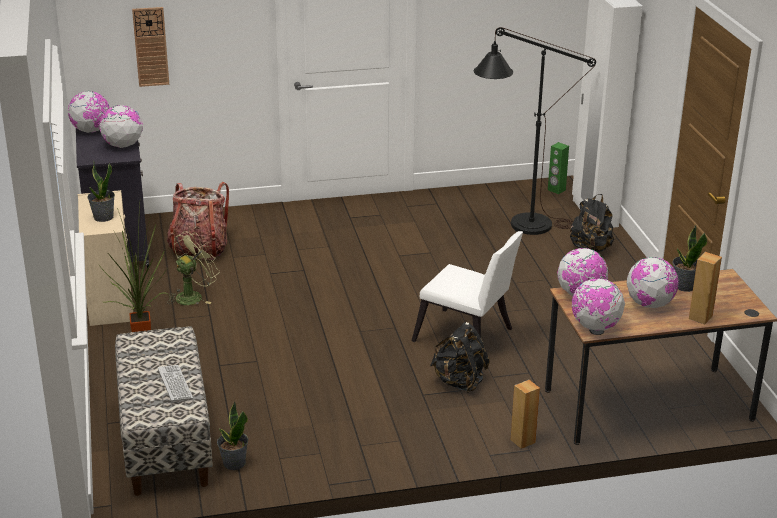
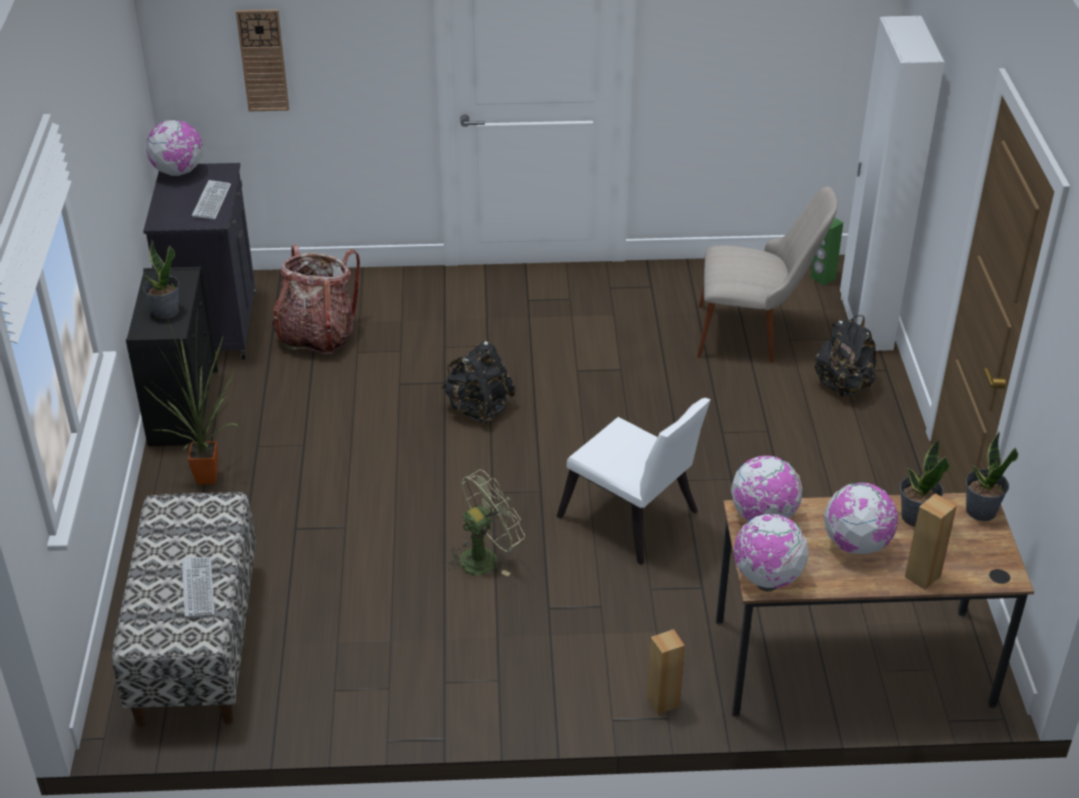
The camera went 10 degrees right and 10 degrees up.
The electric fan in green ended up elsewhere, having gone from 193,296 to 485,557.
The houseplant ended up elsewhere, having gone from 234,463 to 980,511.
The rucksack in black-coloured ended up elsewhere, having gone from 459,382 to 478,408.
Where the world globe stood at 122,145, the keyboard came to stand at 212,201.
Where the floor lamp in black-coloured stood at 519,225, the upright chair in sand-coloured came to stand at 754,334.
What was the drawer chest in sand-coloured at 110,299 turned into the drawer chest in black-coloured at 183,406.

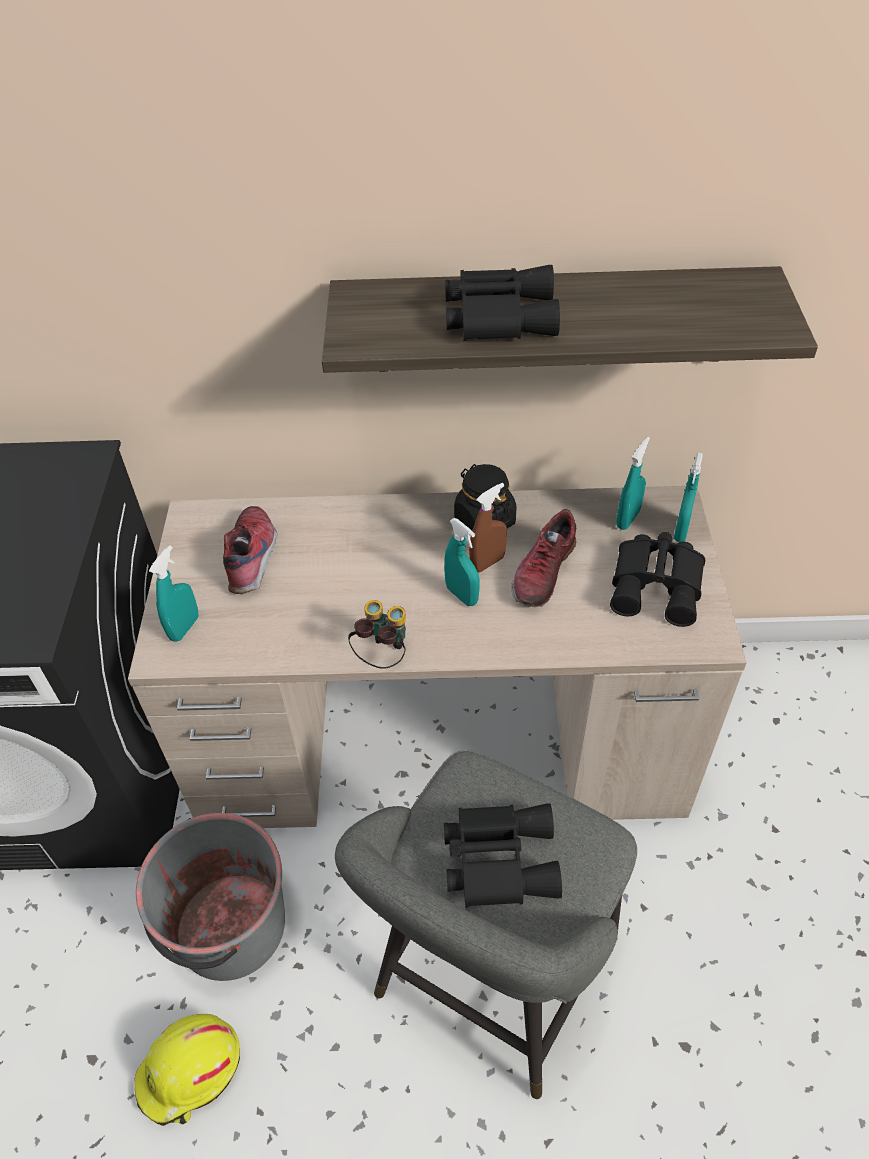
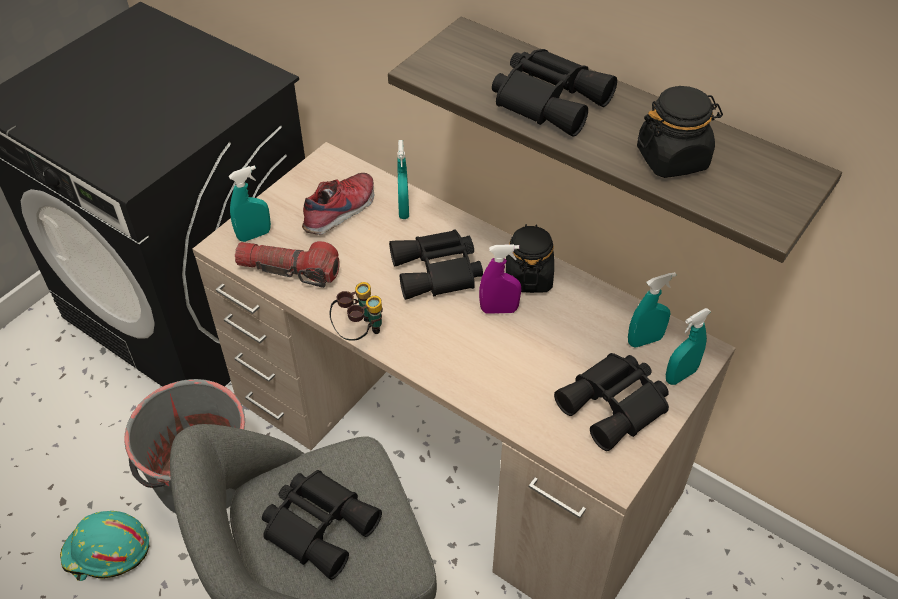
The camera went 35 degrees right and 0 degrees up.
The second view lost the shoe at 542,571.
The second view gained the flashlight at 289,270.
The second view gained the binoculars in black-coloured at 438,272.
The second view gained the jar in black-coloured at 672,158.
The spray bottle in blue-green ended up elsewhere, having gone from 462,595 to 403,209.
What was the safety helmet in yellowish at 190,1072 turned into the safety helmet in blue-green at 107,552.
What was the spray bottle in brown at 487,563 turned into the spray bottle in purple-coloured at 499,310.

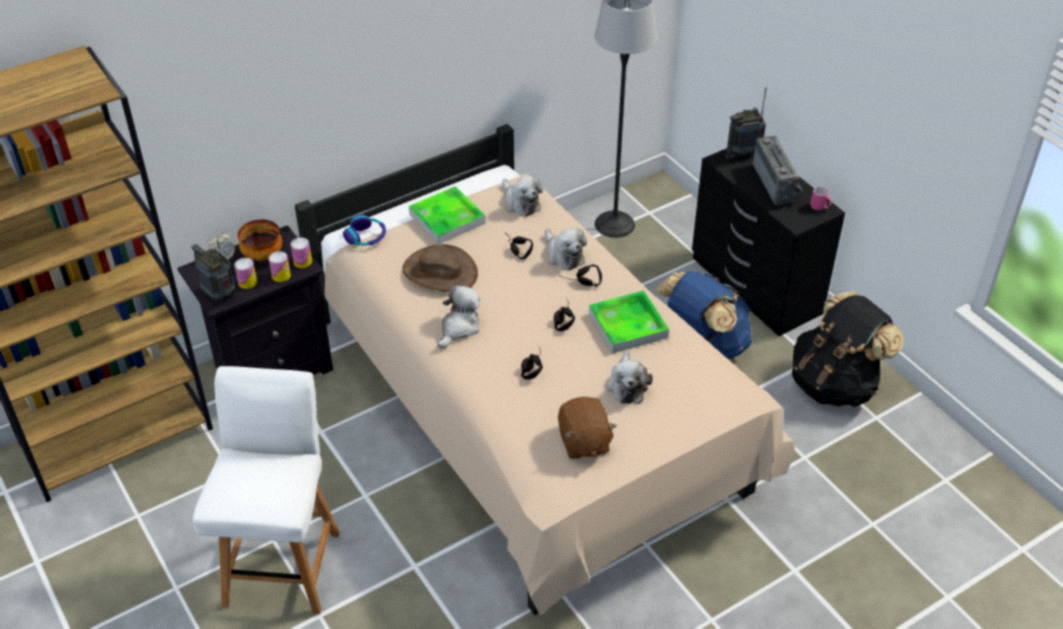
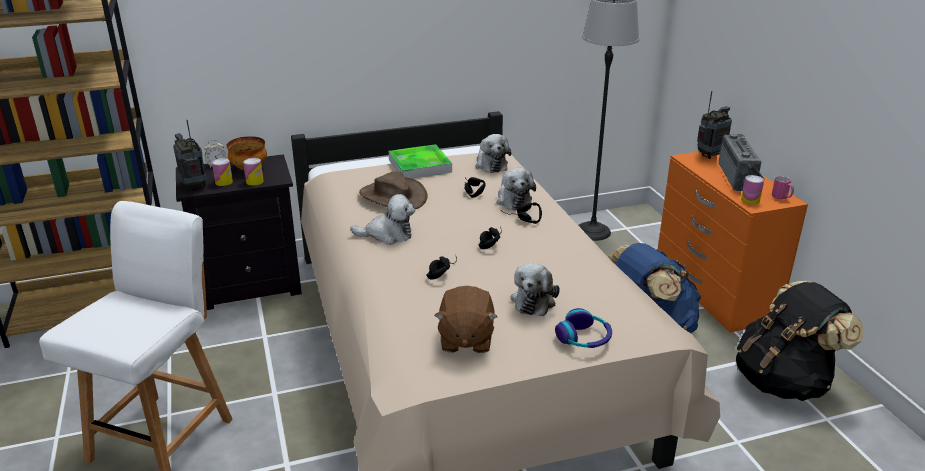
The camera went 15 degrees right and 15 degrees down.
The second view lost the carrying tray at 628,325.
The sealed can ended up elsewhere, having gone from 302,262 to 750,200.
The headset ended up elsewhere, having gone from 366,237 to 584,338.
What was the drawer chest in black-coloured at 755,287 turned into the drawer chest in orangey at 713,291.
The soft toy at 459,328 ended up facing another way, 45 degrees clockwise from before.
The radio receiver at 742,153 ended up facing another way, 150 degrees clockwise from before.

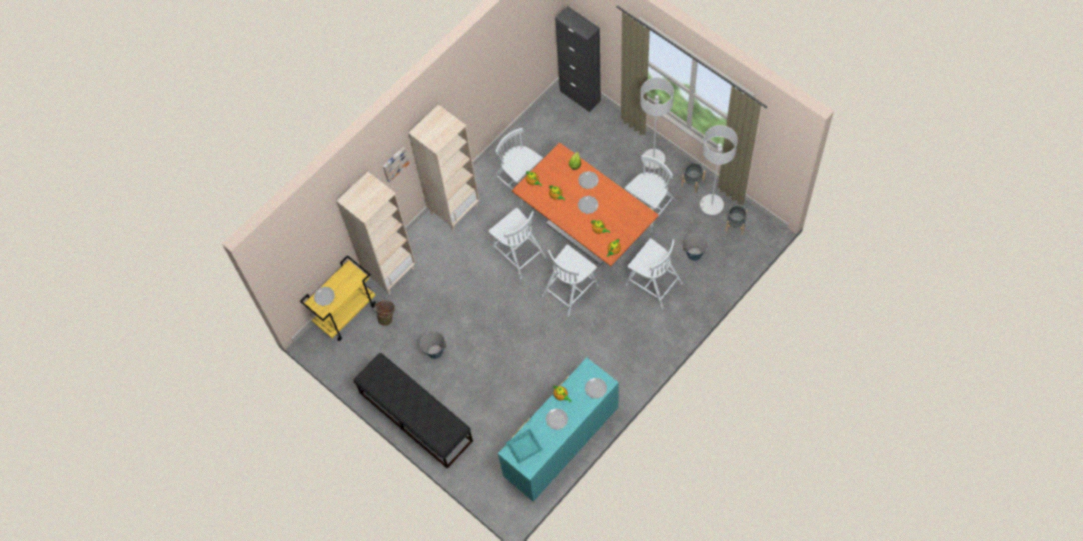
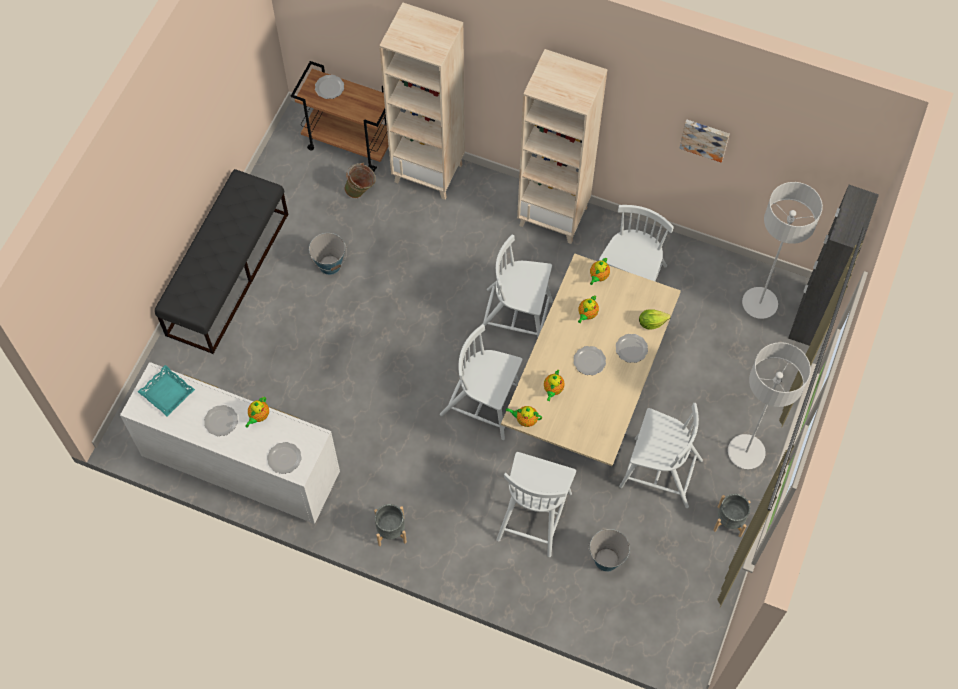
The camera went 65 degrees right and 0 degrees up.
The wall picture ended up elsewhere, having gone from 394,163 to 705,139.
The floor lamp in grey ended up elsewhere, having gone from 711,205 to 759,303.
The planter in grey ended up elsewhere, having gone from 735,225 to 391,531.
What was the cart in yellowish at 346,313 turned into the cart in brown at 351,143.
What was the drawer chest in blue-green at 560,443 turned into the drawer chest in whitish at 241,465.
What was the dining table in orangey at 585,231 turned into the dining table in sand-coloured at 586,395.
The upright chair in whitish at 517,253 ended up facing another way, 75 degrees clockwise from before.

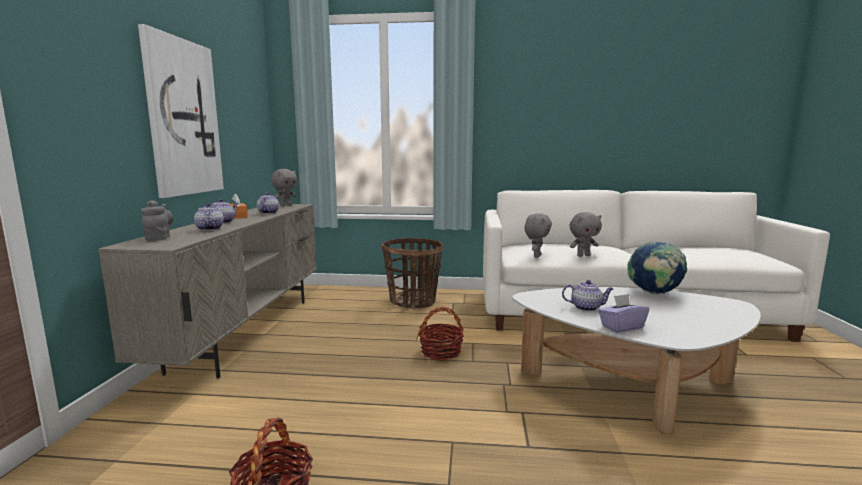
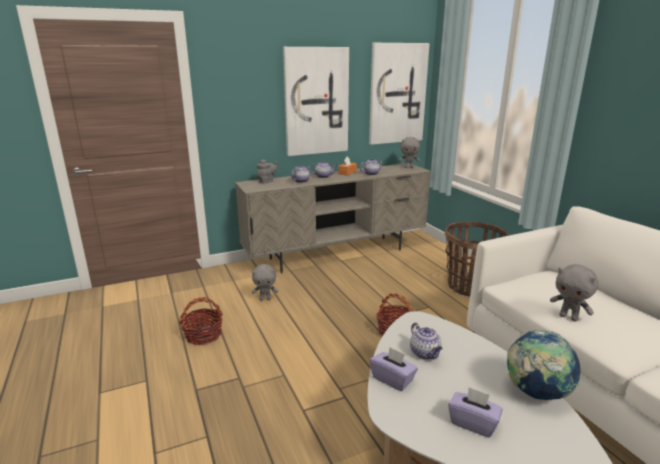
The camera went 60 degrees right and 10 degrees up.
The second view gained the wall picture at 397,94.
The second view gained the tissue holder in purple-coloured at 473,423.
The soft toy in grey ended up elsewhere, having gone from 536,256 to 265,299.

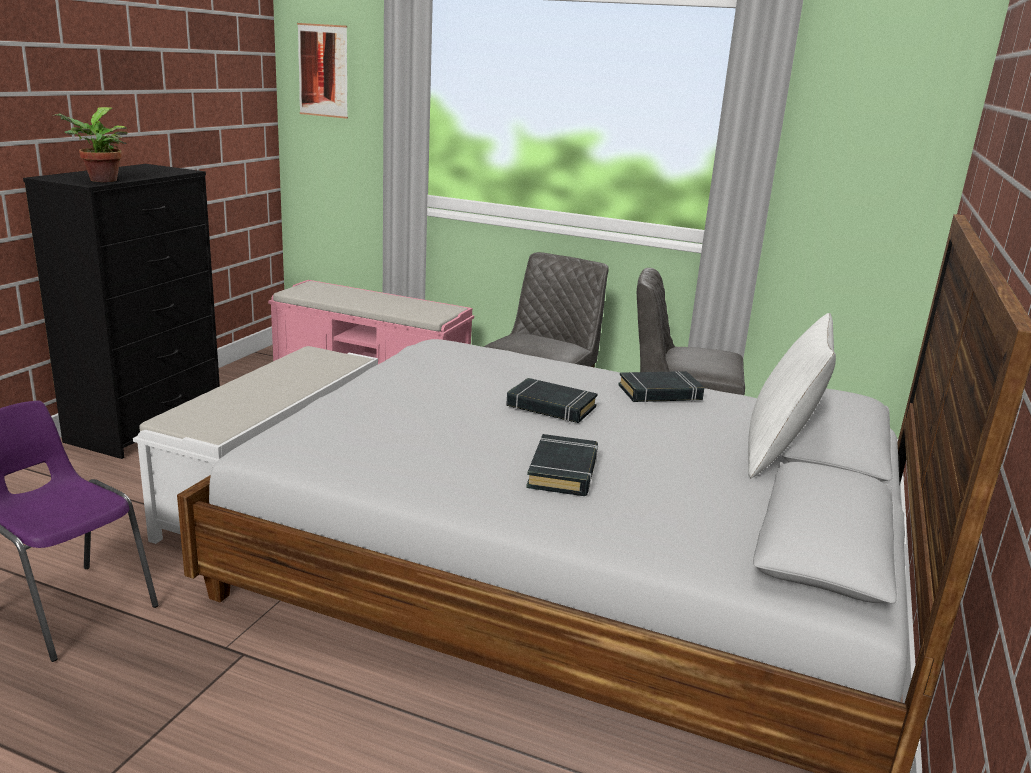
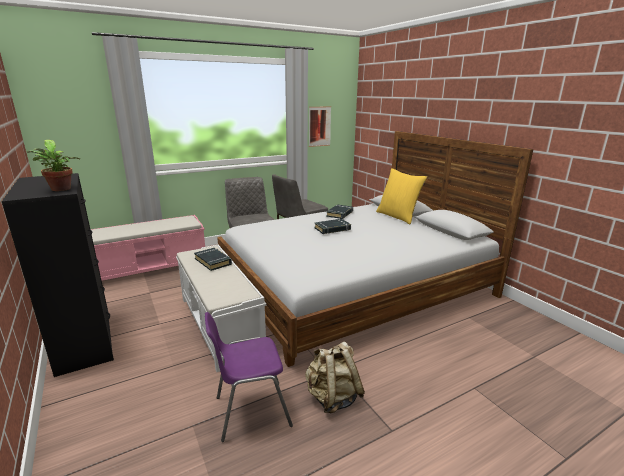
The camera went 50 degrees left and 0 degrees up.
The second view gained the rucksack in sand-coloured at 332,397.
The wall picture ended up elsewhere, having gone from 323,71 to 319,126.
The book in black-coloured ended up elsewhere, having gone from 563,472 to 213,261.
What was the throw pillow in whitish at 778,453 turned into the throw pillow in yellowish at 398,216.

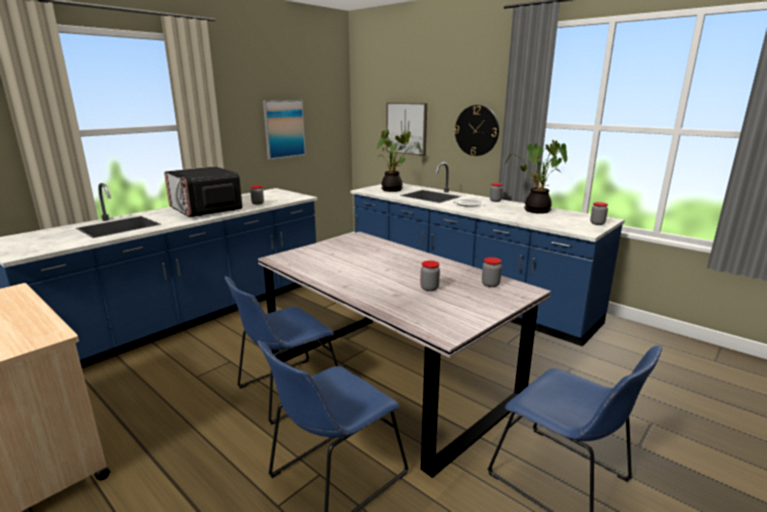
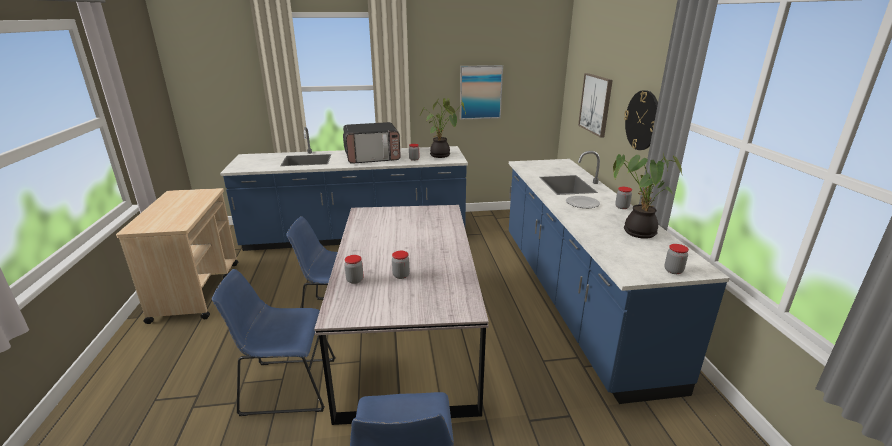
The camera went 40 degrees right and 5 degrees up.
The houseplant ended up elsewhere, having gone from 394,190 to 441,155.
The jar ended up elsewhere, having gone from 490,284 to 355,280.
The microwave oven at 206,209 ended up facing another way, 105 degrees counterclockwise from before.

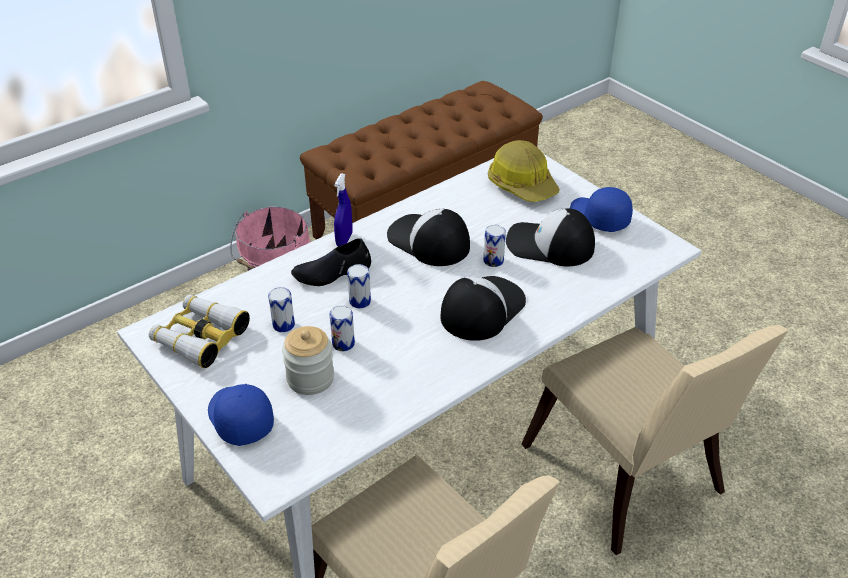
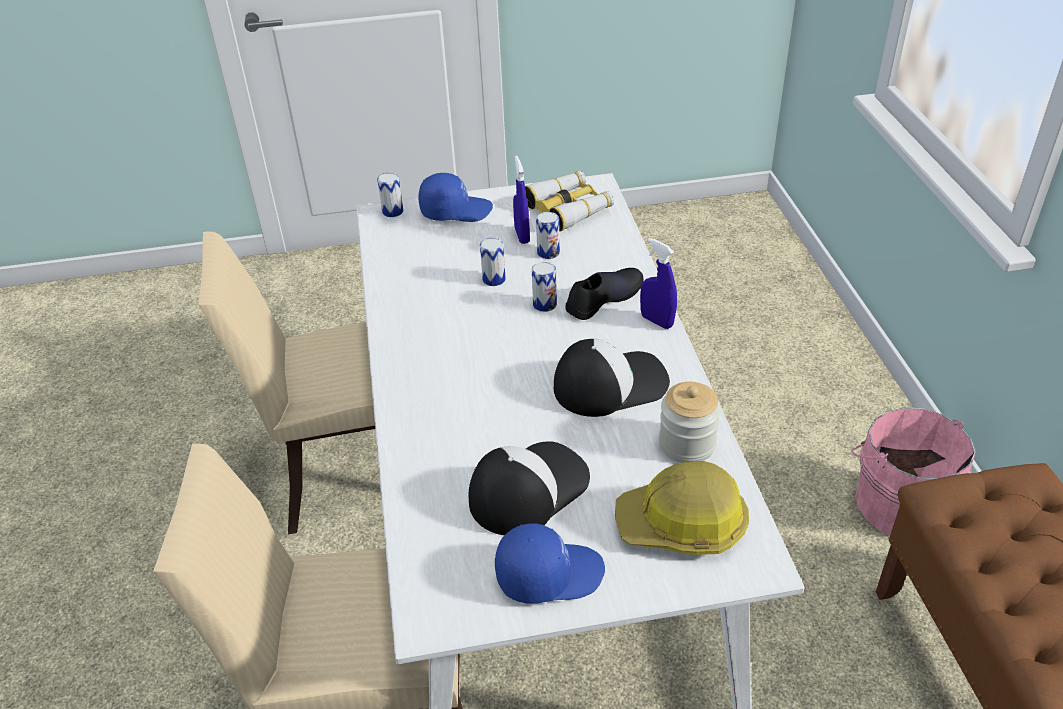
The camera went 120 degrees right and 0 degrees up.
The second view lost the peaked cap at 481,309.
The second view gained the spray bottle in bluish at 522,236.
The jar ended up elsewhere, having gone from 310,378 to 687,444.
The sealed can ended up elsewhere, having gone from 493,260 to 392,211.
The shoe in black-coloured at 332,273 ended up facing another way, 45 degrees clockwise from before.

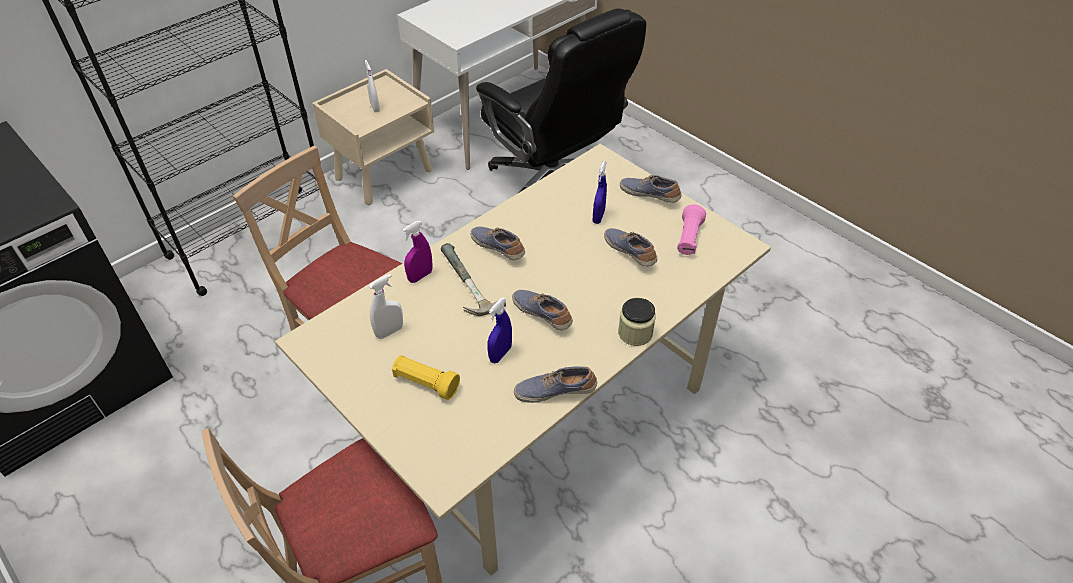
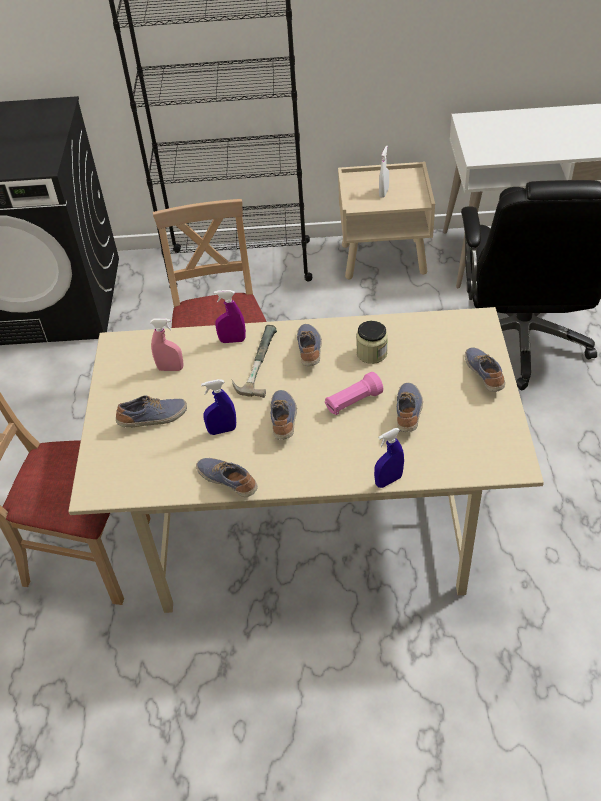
The camera went 45 degrees right and 0 degrees up.
The spray bottle in bluish ended up elsewhere, having gone from 598,217 to 388,481.
The jar ended up elsewhere, having gone from 635,333 to 371,353.
The flashlight in pinkish ended up elsewhere, having gone from 688,239 to 353,402.
Where the flashlight in yellowish stood at 426,383, the shoe came to stand at 153,419.
What was the spray bottle in whitish at 389,331 turned into the spray bottle in pinkish at 170,368.

